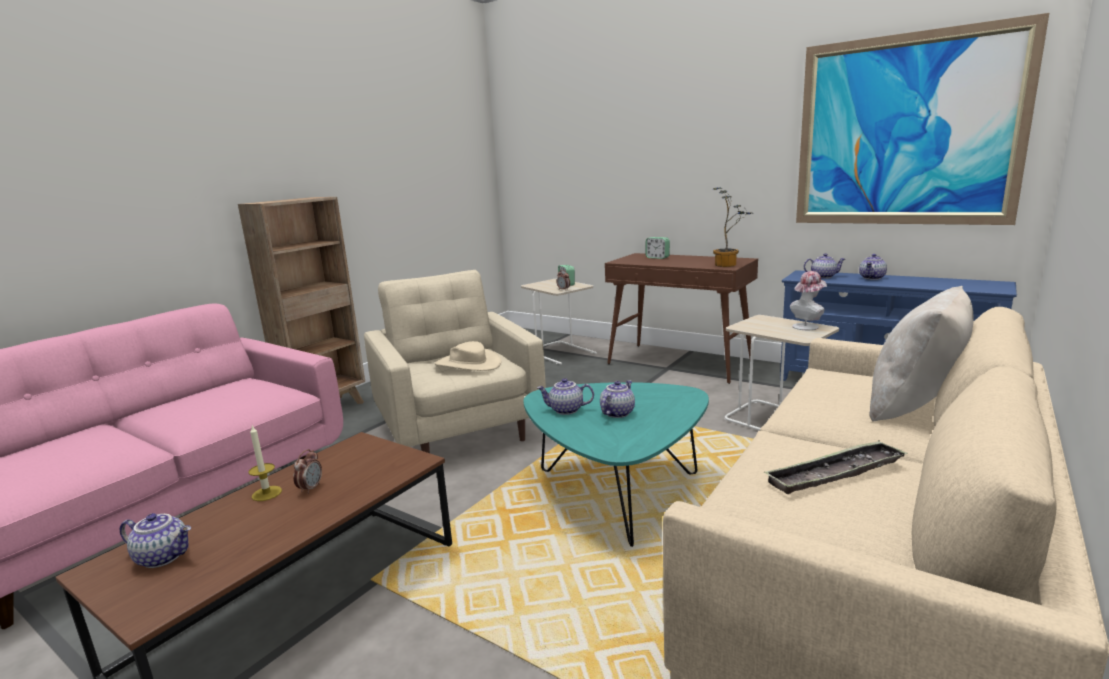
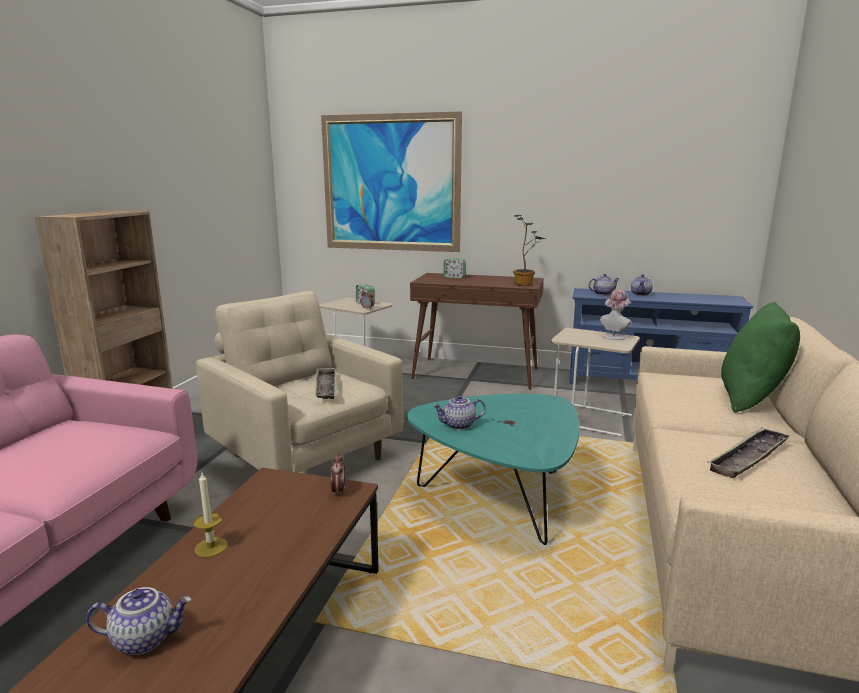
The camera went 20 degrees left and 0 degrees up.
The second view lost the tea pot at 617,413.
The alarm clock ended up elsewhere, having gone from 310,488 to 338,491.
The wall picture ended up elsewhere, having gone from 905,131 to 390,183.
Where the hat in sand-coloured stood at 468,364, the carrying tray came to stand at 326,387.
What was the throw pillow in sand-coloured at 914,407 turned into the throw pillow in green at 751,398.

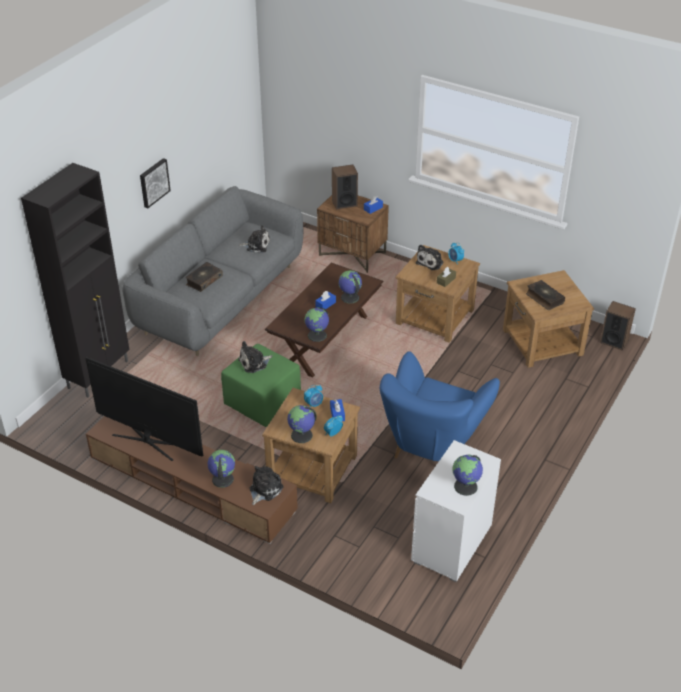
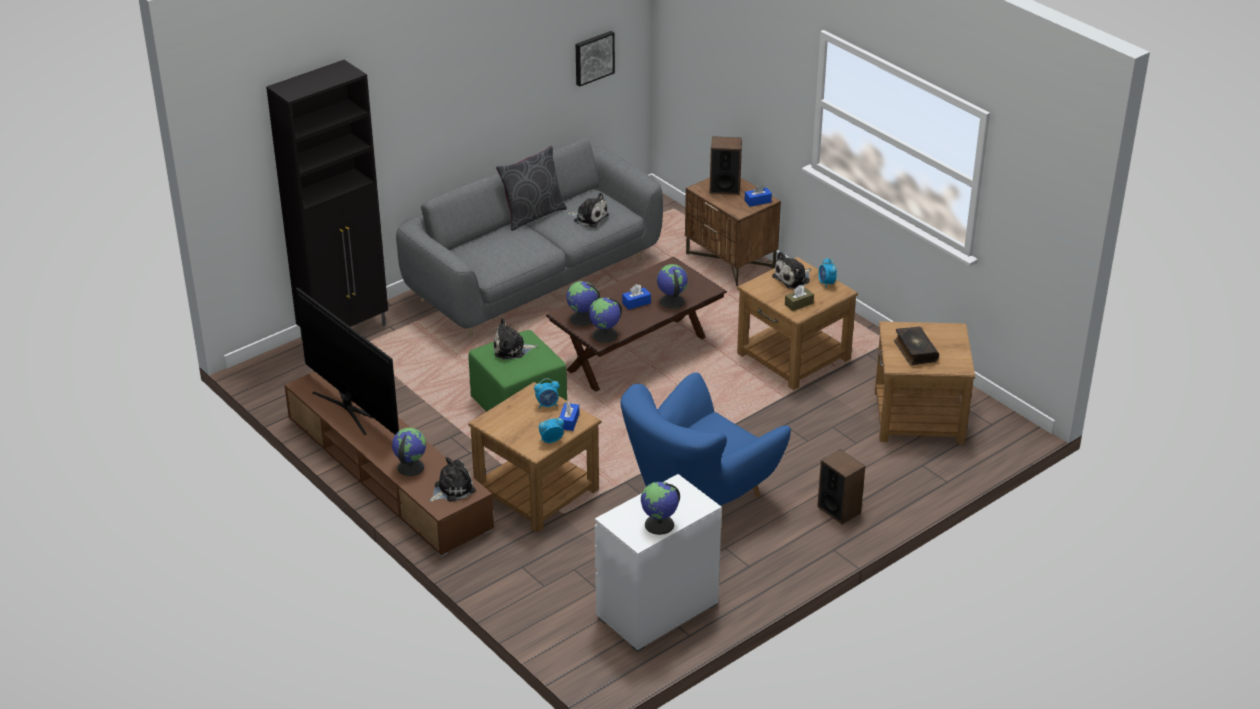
The camera went 20 degrees right and 5 degrees down.
The second view lost the book at 203,280.
The second view gained the throw pillow in grey at 532,215.
The wall picture ended up elsewhere, having gone from 153,182 to 593,57.
The world globe ended up elsewhere, having gone from 302,435 to 582,319.
The loudspeaker ended up elsewhere, having gone from 614,341 to 839,509.

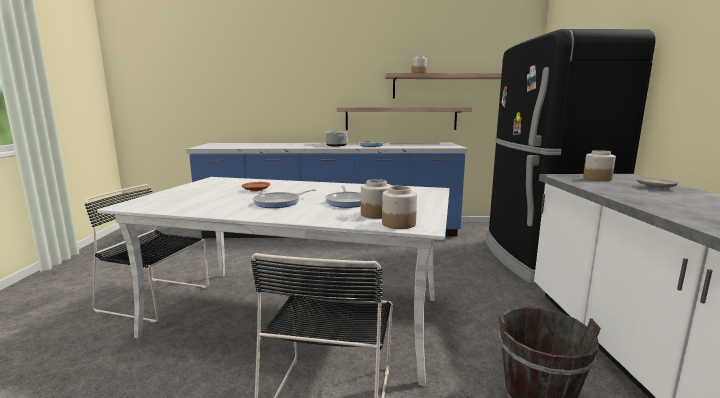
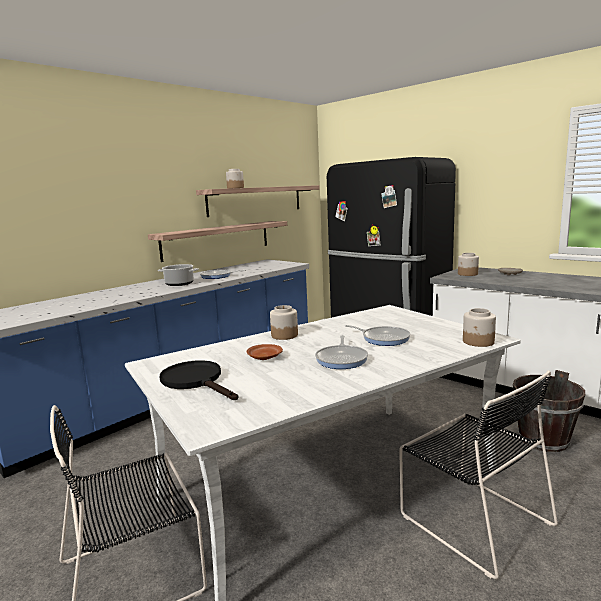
The camera went 45 degrees left and 0 degrees up.
The second view gained the skillet in black-coloured at 196,381.
The jar ended up elsewhere, having gone from 376,214 to 284,335.

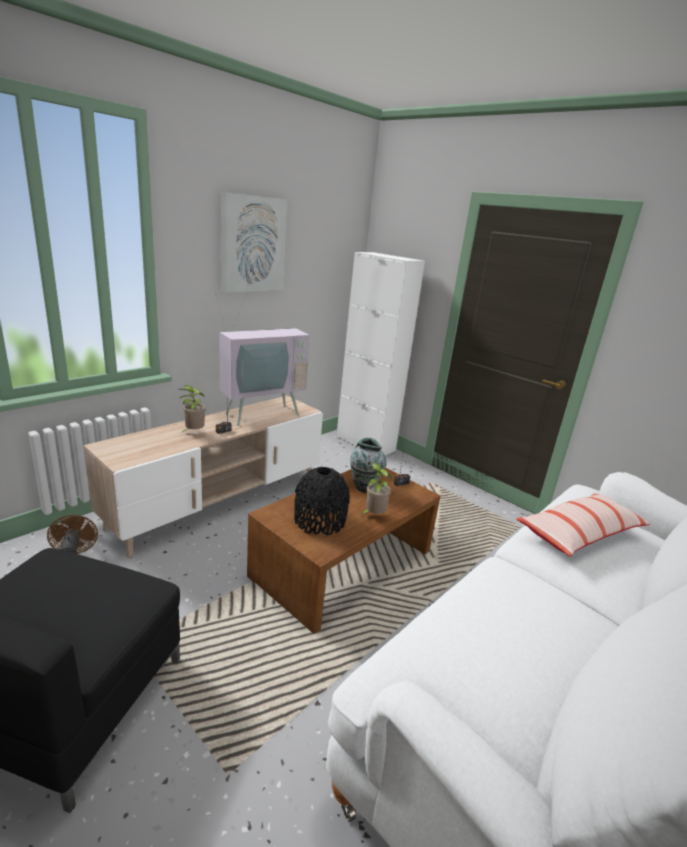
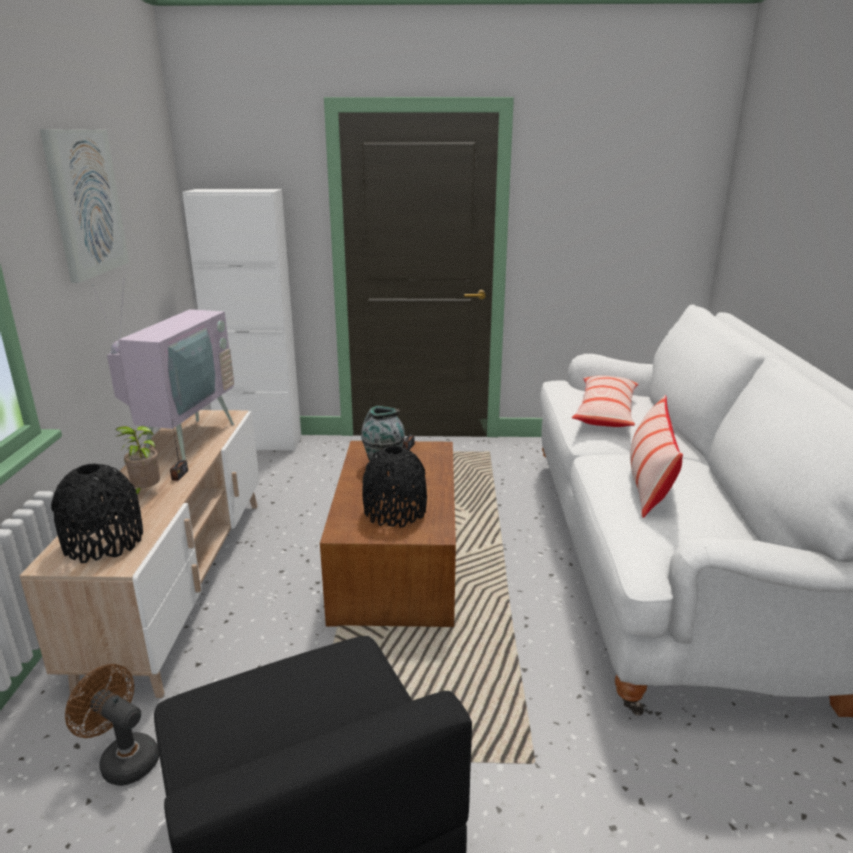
The camera went 40 degrees left and 0 degrees up.
The second view lost the houseplant at 373,515.
The second view gained the vase in black-coloured at 104,542.
The second view gained the throw pillow at 649,482.

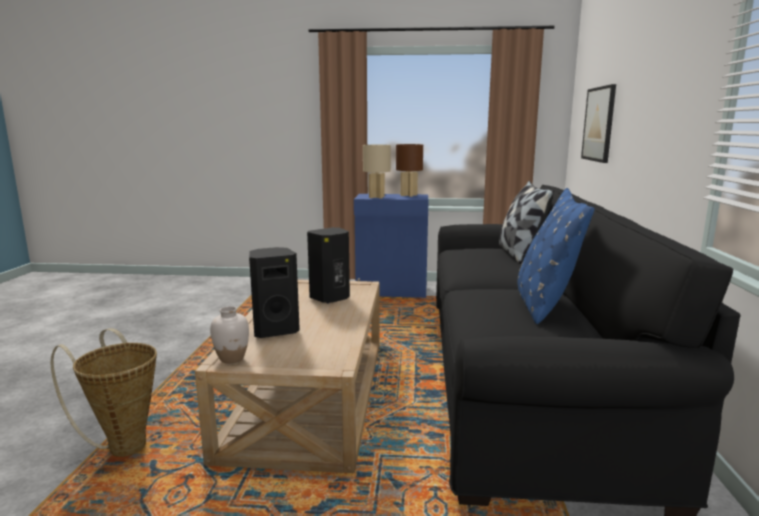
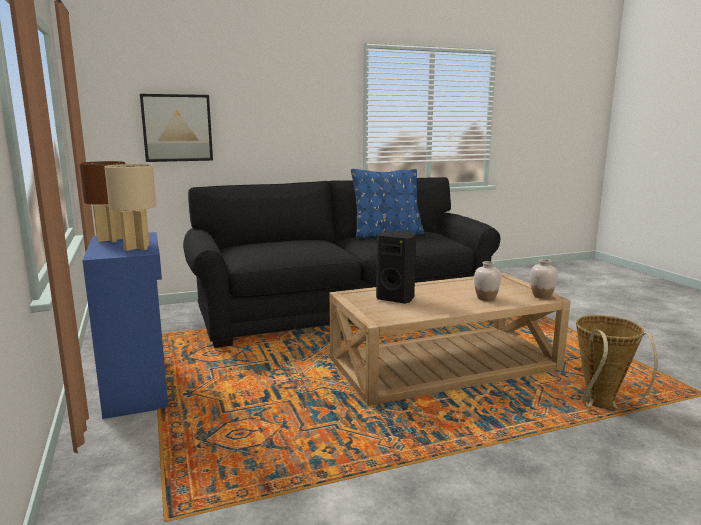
The camera went 115 degrees left and 0 degrees up.
The second view lost the throw pillow at 519,254.
Where the loudspeaker in black-coloured stood at 275,330, the vase in whitish came to stand at 486,298.

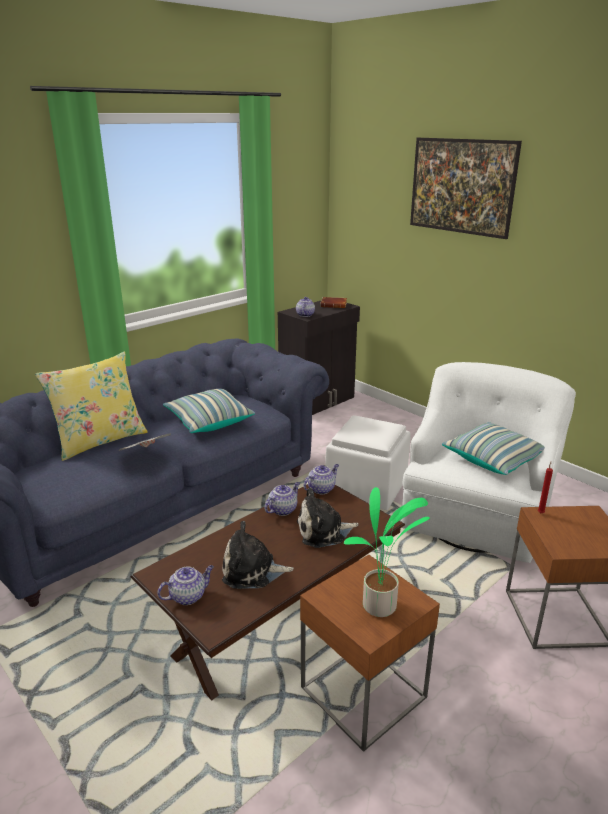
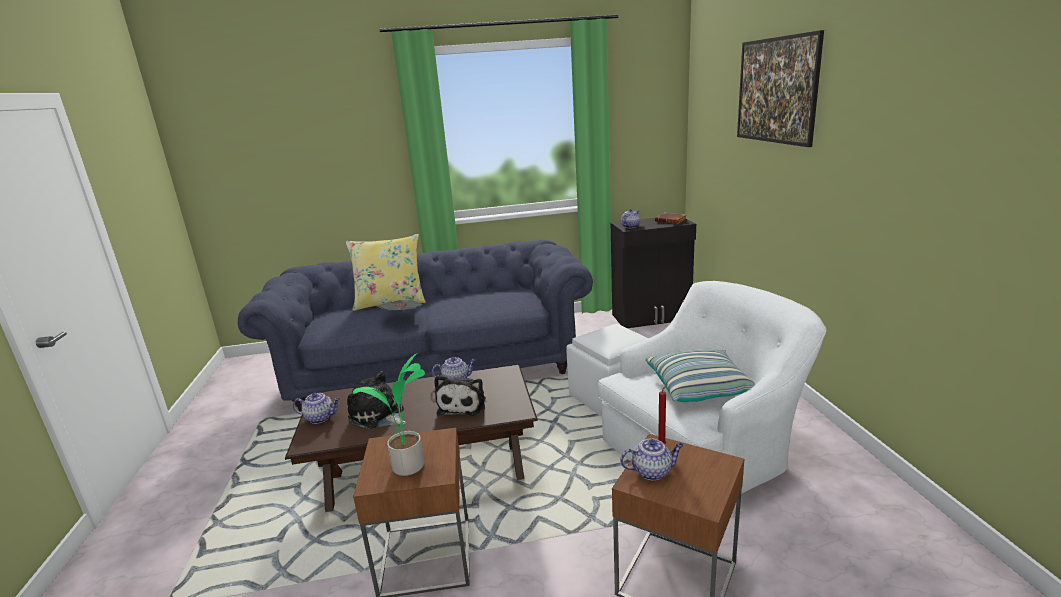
The camera went 35 degrees right and 5 degrees down.
The second view lost the throw pillow at 208,421.
The tea pot ended up elsewhere, having gone from 321,489 to 652,471.
The soft toy at 324,531 ended up facing another way, 105 degrees counterclockwise from before.

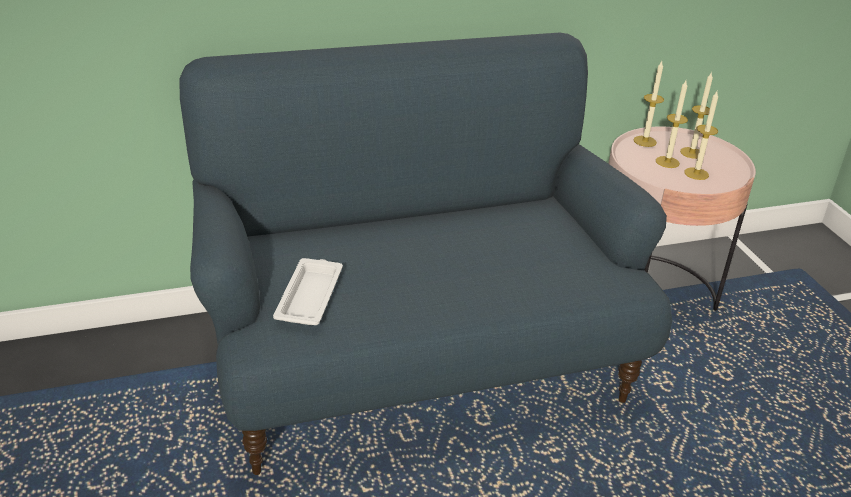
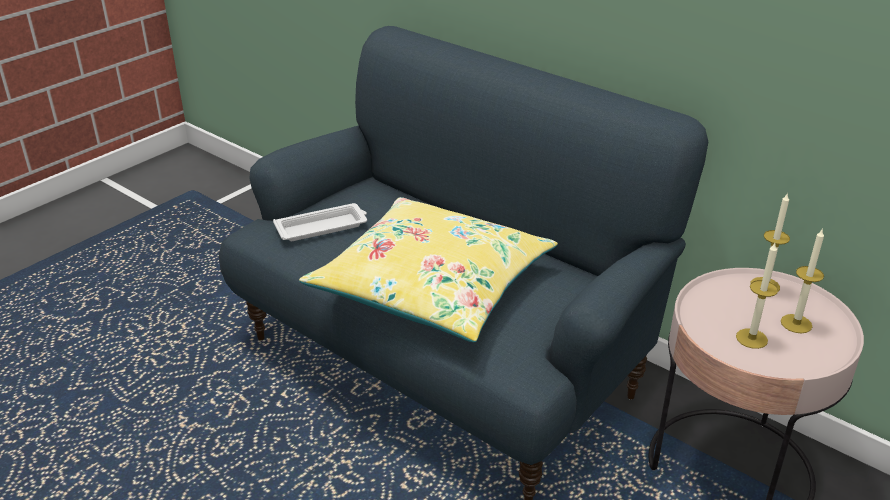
The camera went 60 degrees right and 0 degrees up.
The second view lost the wax light at 667,162.
The second view gained the throw pillow in yellowish at 432,286.

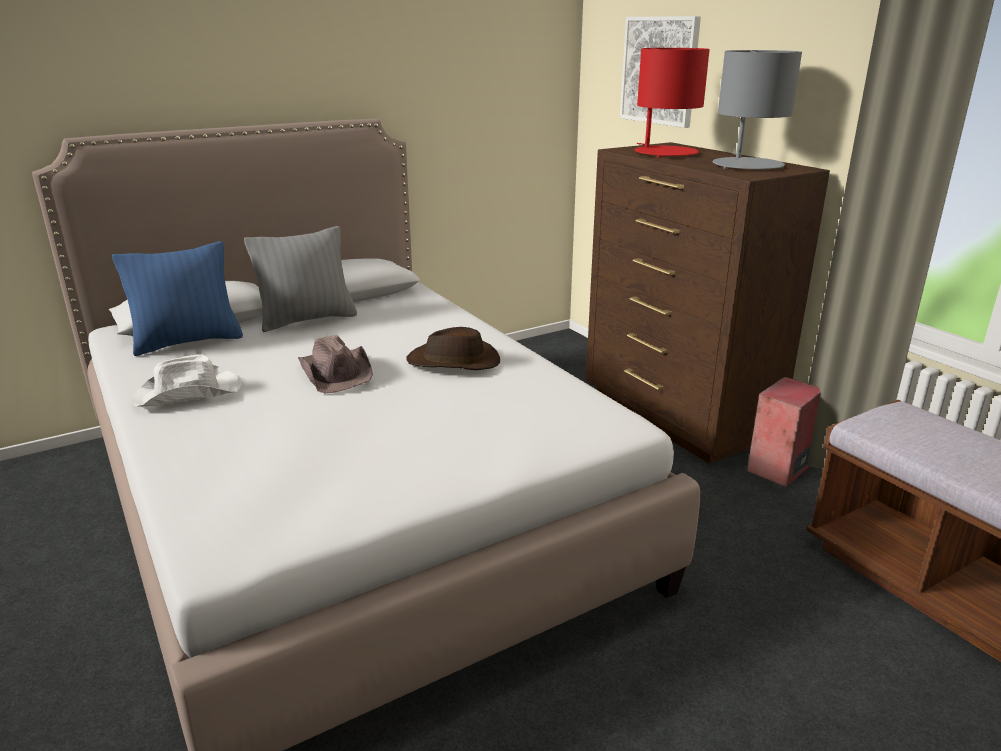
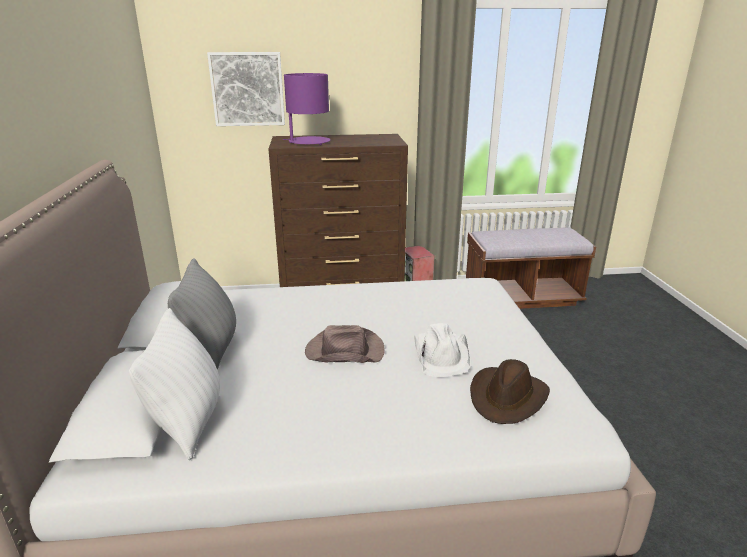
The camera went 65 degrees left and 0 degrees up.
The second view lost the tabletop lamp in grey at 747,165.
The hat in whitish ended up elsewhere, having gone from 188,393 to 442,354.
The hat in brown ended up elsewhere, having gone from 454,362 to 508,397.
What was the throw pillow in bluish at 188,342 turned into the throw pillow in whitish at 188,421.
What was the tabletop lamp in red-coloured at 665,153 turned into the tabletop lamp in purple-coloured at 309,142.

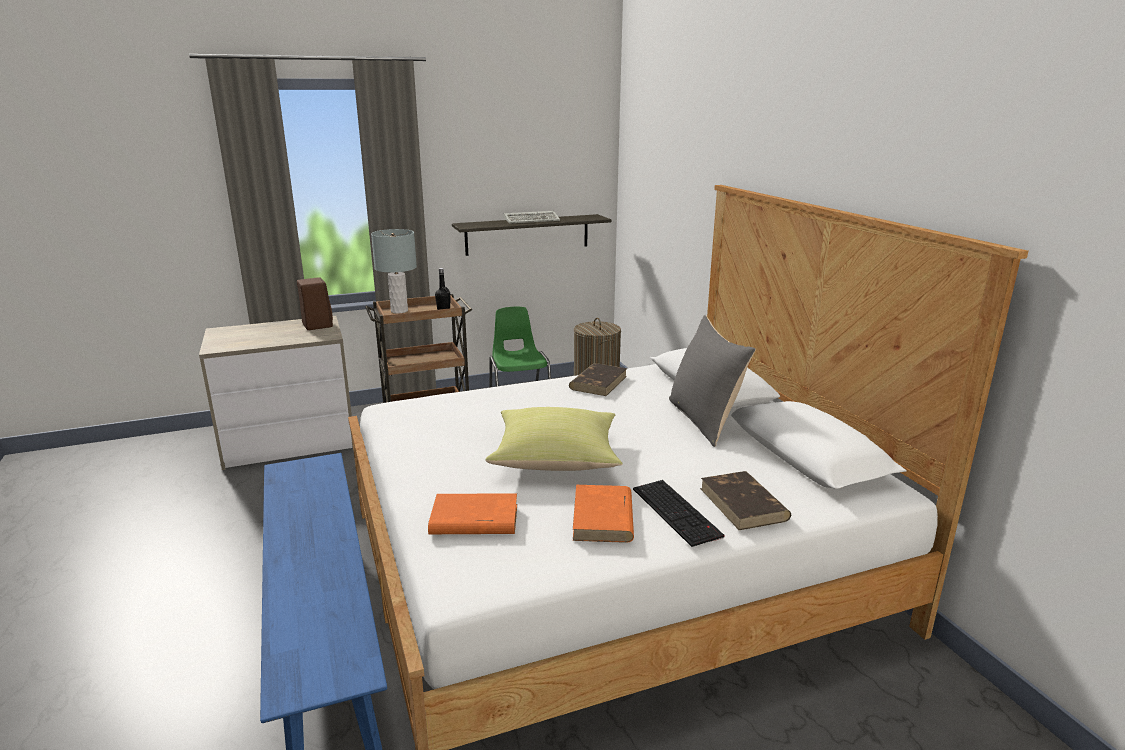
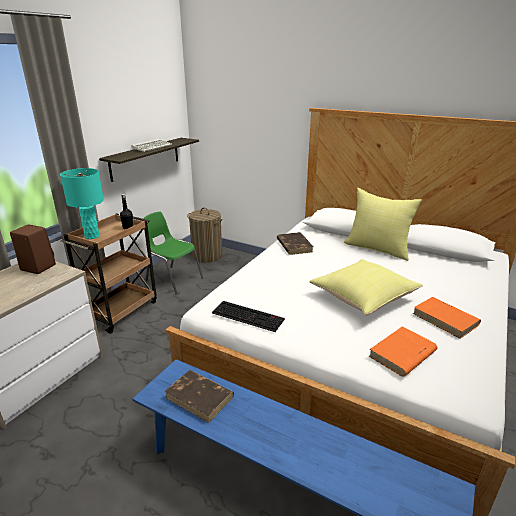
The camera went 40 degrees left and 5 degrees up.
The keyboard ended up elsewhere, having gone from 678,512 to 249,316.
The book in brown ended up elsewhere, having gone from 744,504 to 200,397.
What was the tabletop lamp in grey at 399,311 turned into the tabletop lamp in blue-green at 92,236.
What was the throw pillow in grey at 705,420 turned into the throw pillow in yellowish at 377,248.

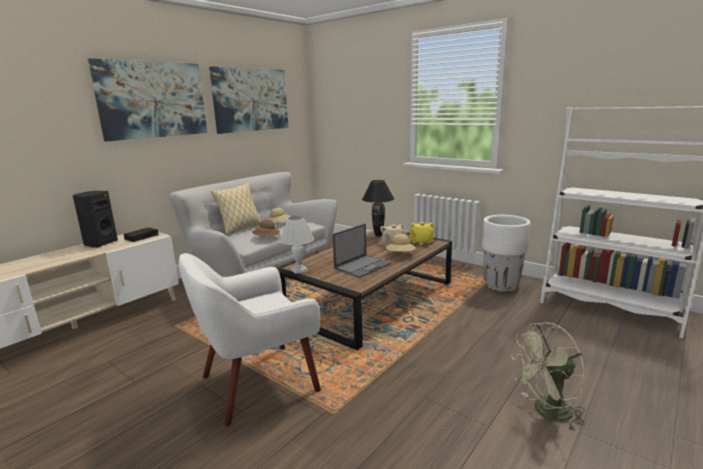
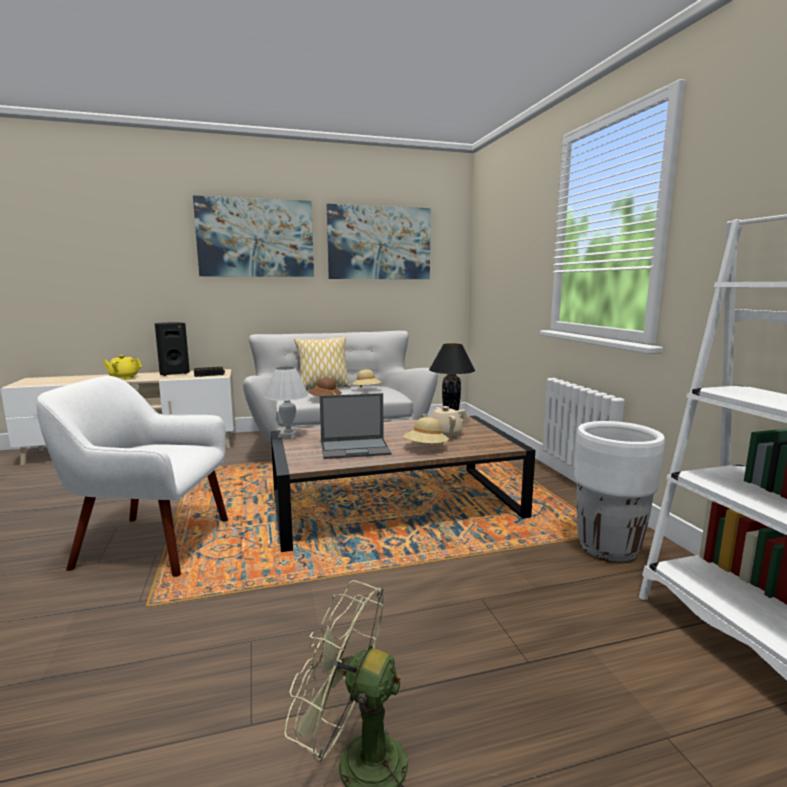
The camera went 35 degrees right and 5 degrees down.
The tea pot in yellowish ended up elsewhere, having gone from 421,242 to 123,378.

